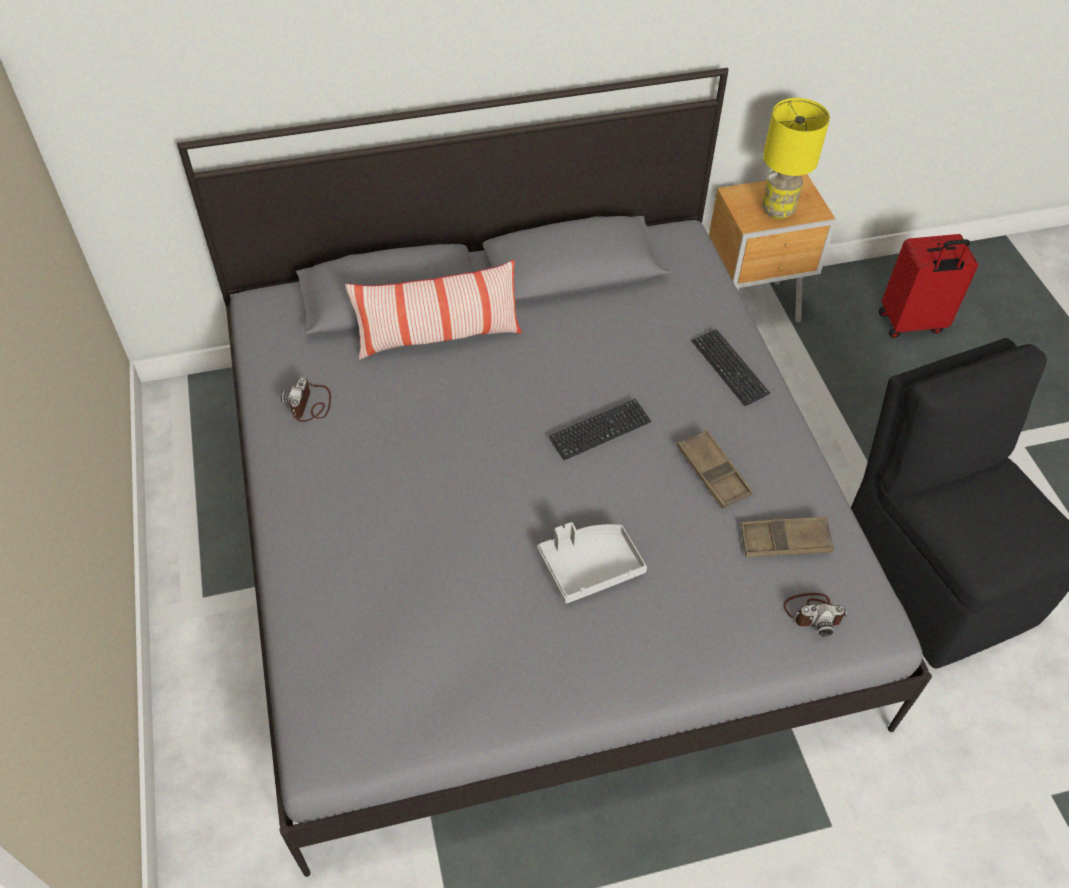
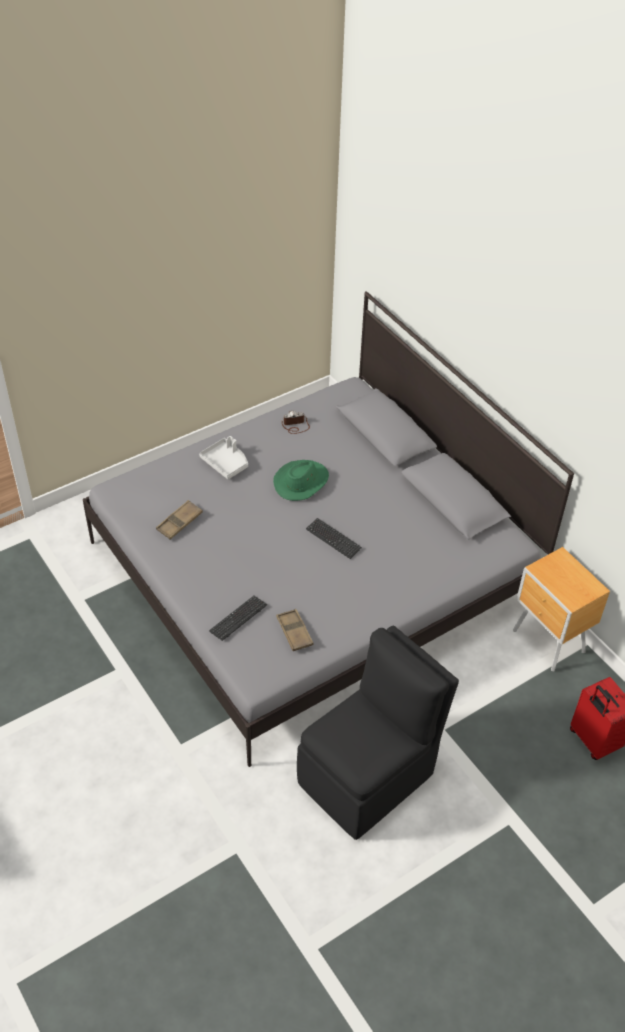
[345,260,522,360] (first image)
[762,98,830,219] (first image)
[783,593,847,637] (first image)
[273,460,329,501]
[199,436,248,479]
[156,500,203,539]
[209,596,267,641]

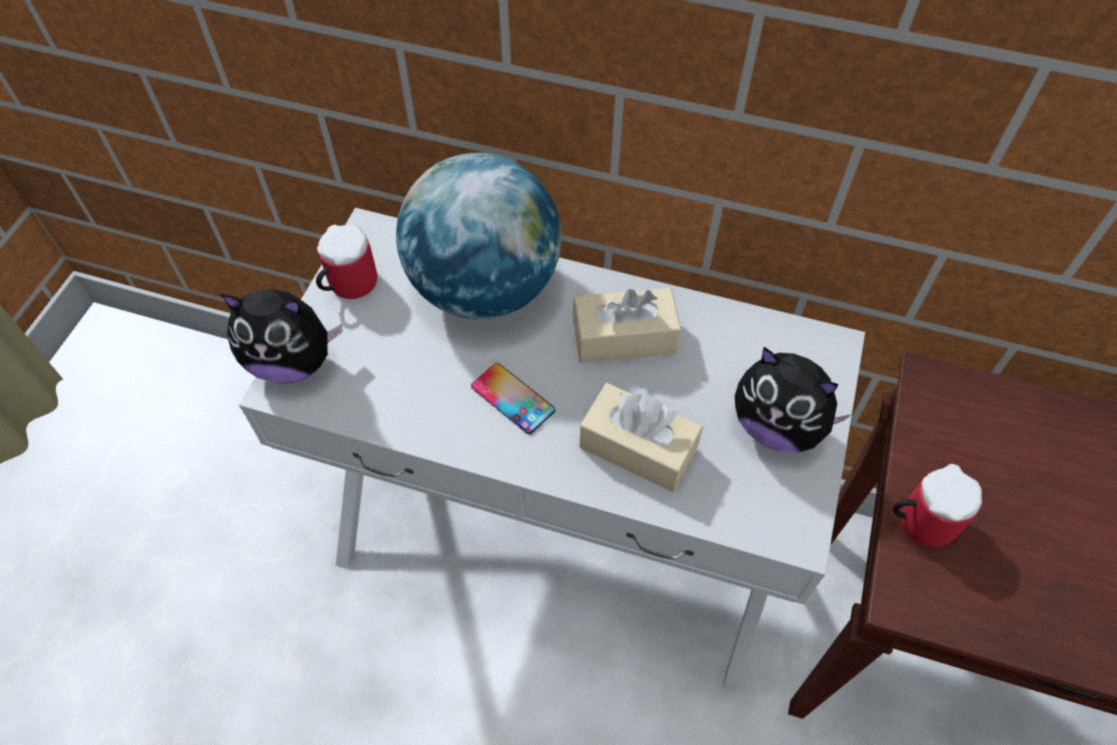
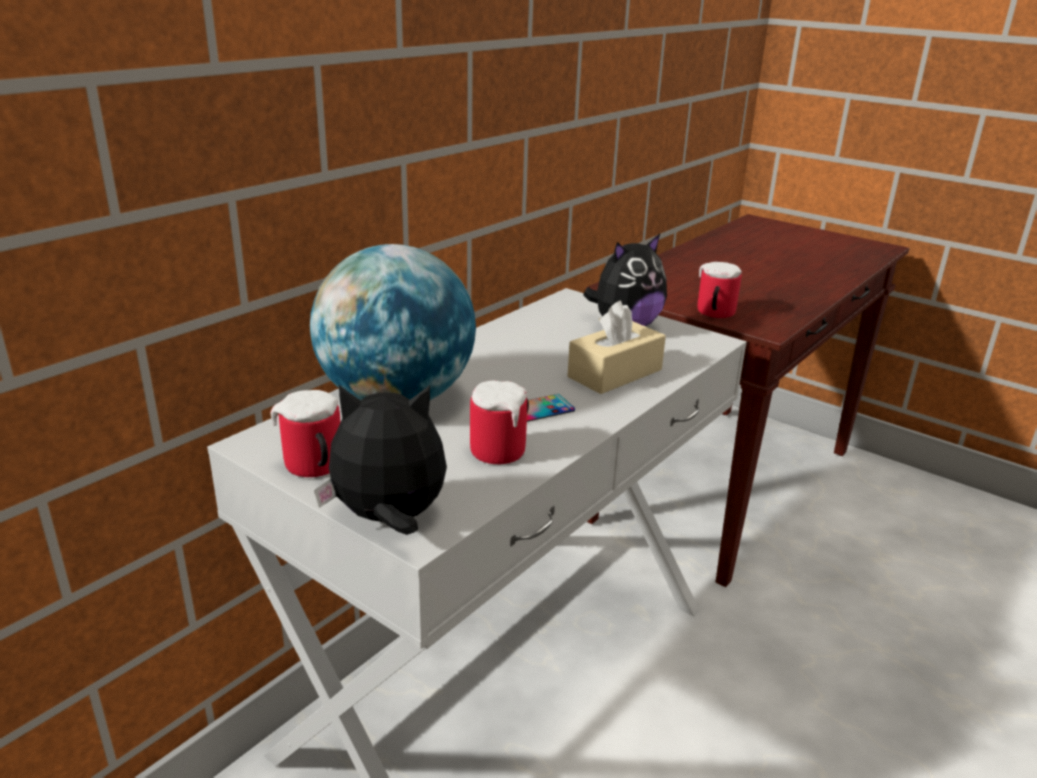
[573,288,681,363] (first image)
[470,380,529,464]
[314,385,447,535]

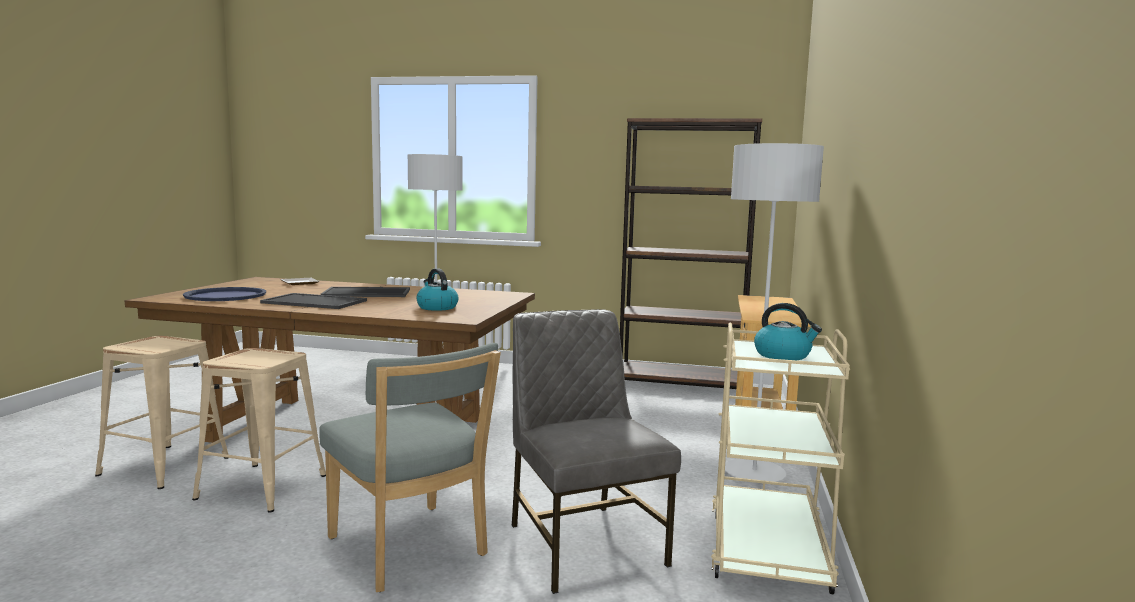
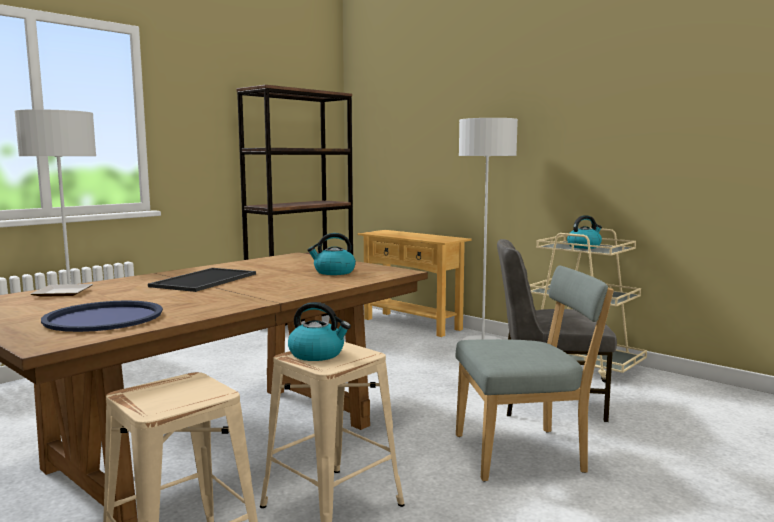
[260,293,367,309] (first image)
[288,302,351,361]

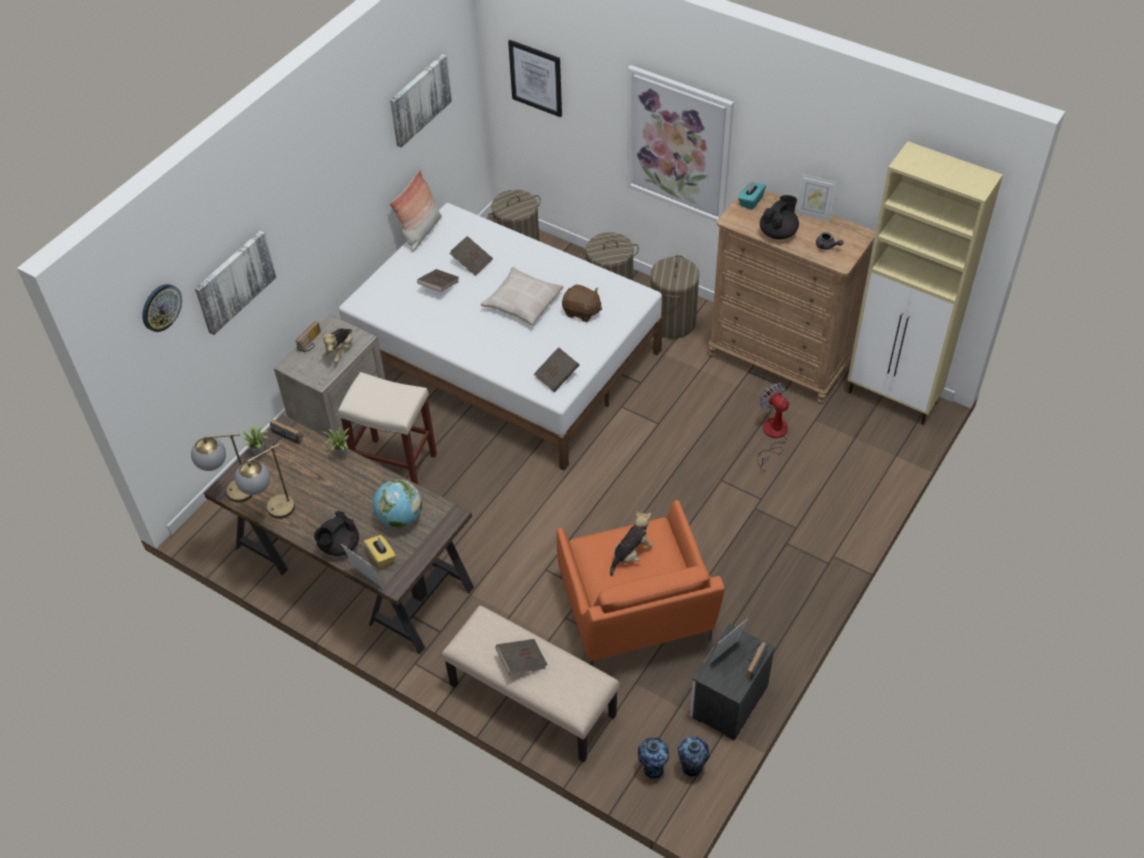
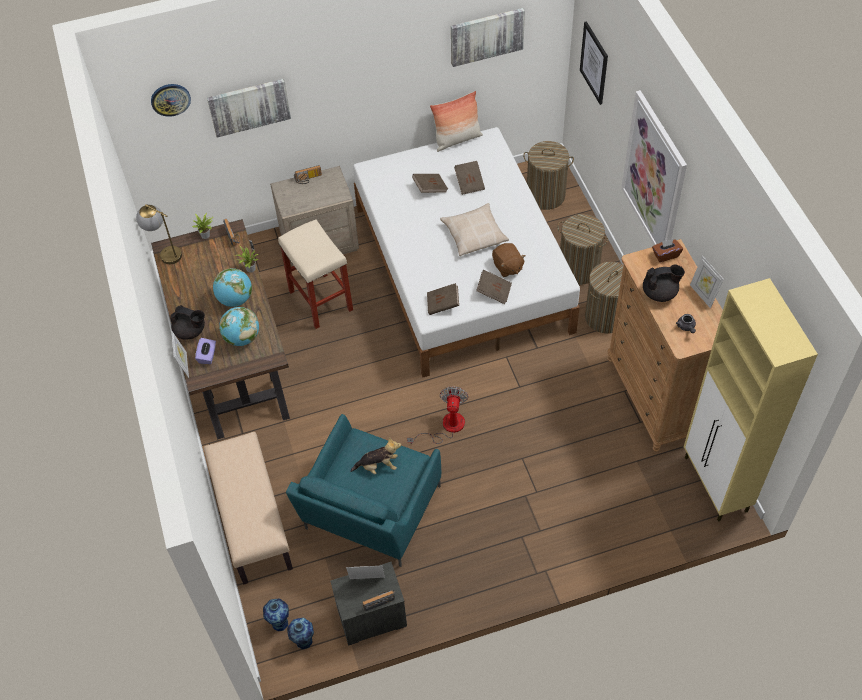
[235,443,295,519] (first image)
[322,328,353,363] (first image)
[213,268,252,307]
[476,270,512,304]
[407,386,468,444]
[195,338,216,364]
[286,414,441,567]
[652,239,683,262]
[170,305,205,340]

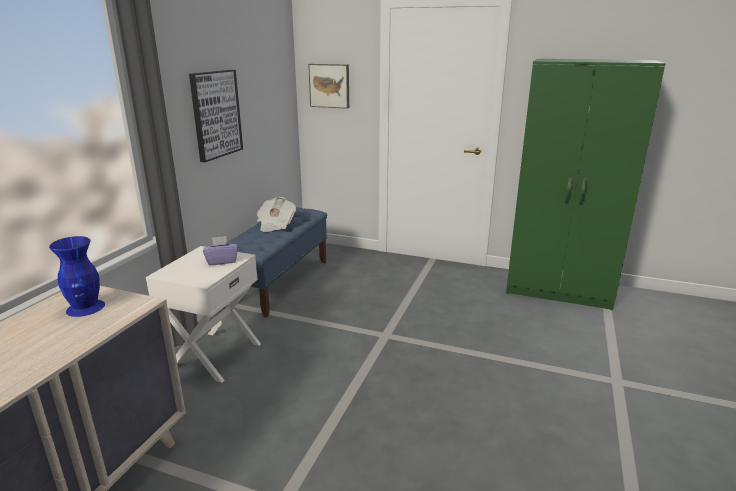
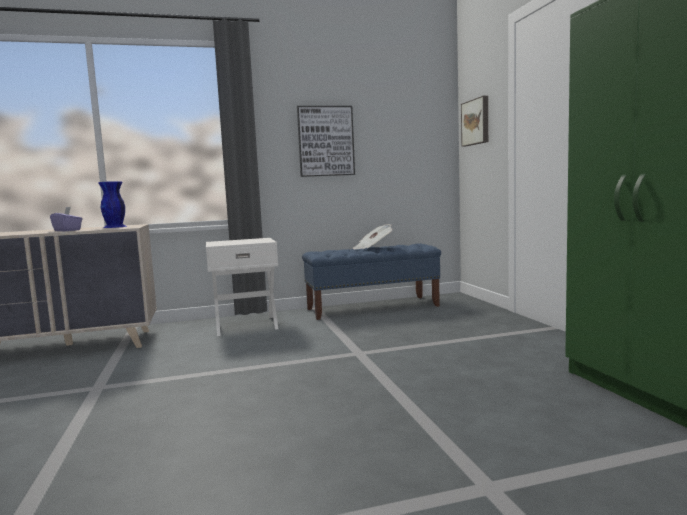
[50,207,83,231]

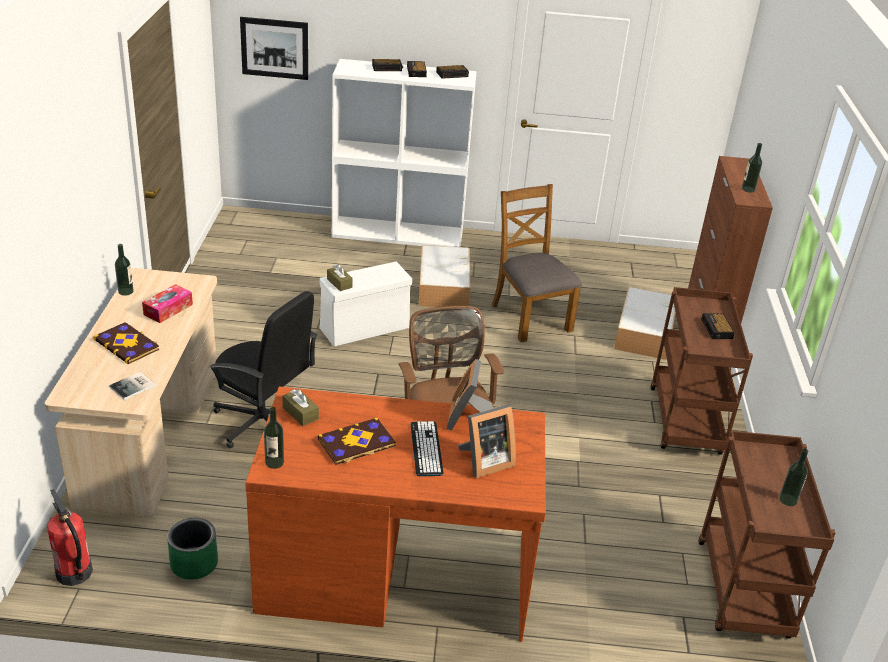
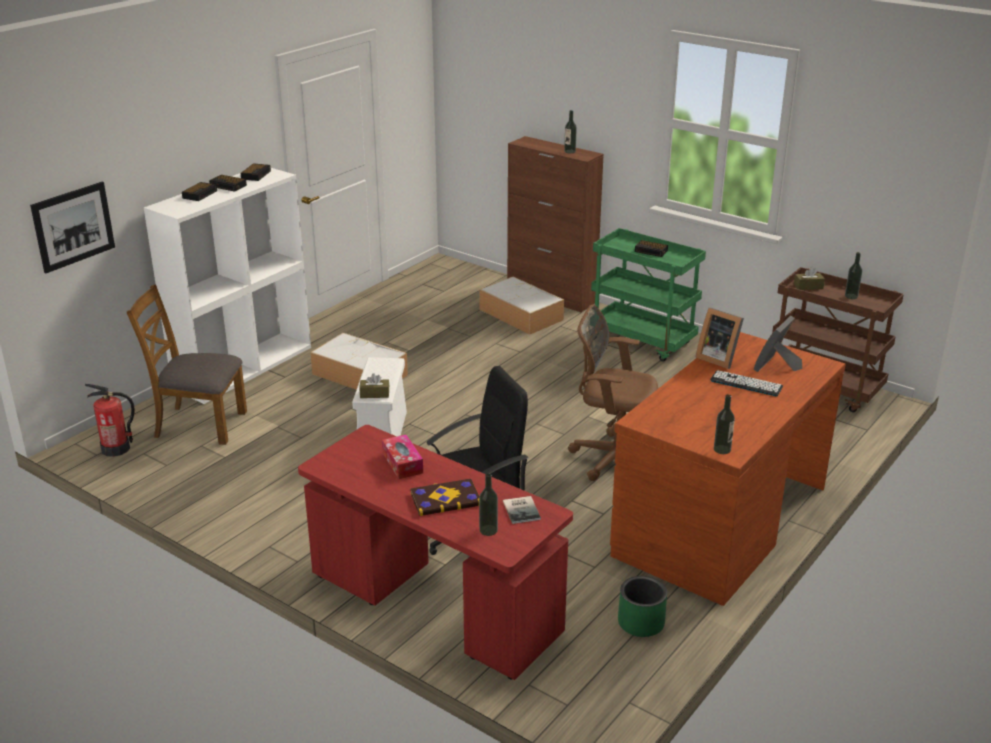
[318,417,396,465] (first image)
[85,384,135,457]
[479,473,498,536]
[794,267,825,290]
[126,284,247,445]
[298,425,573,680]
[591,228,706,362]
[754,316,802,372]

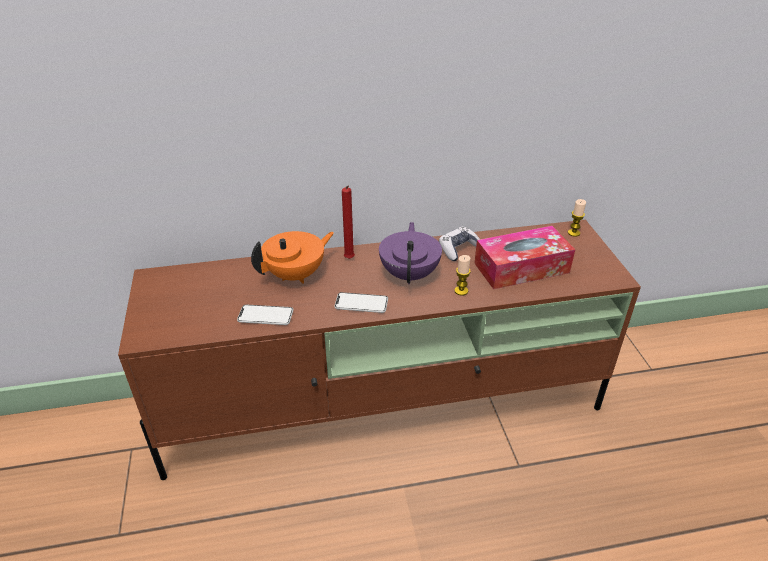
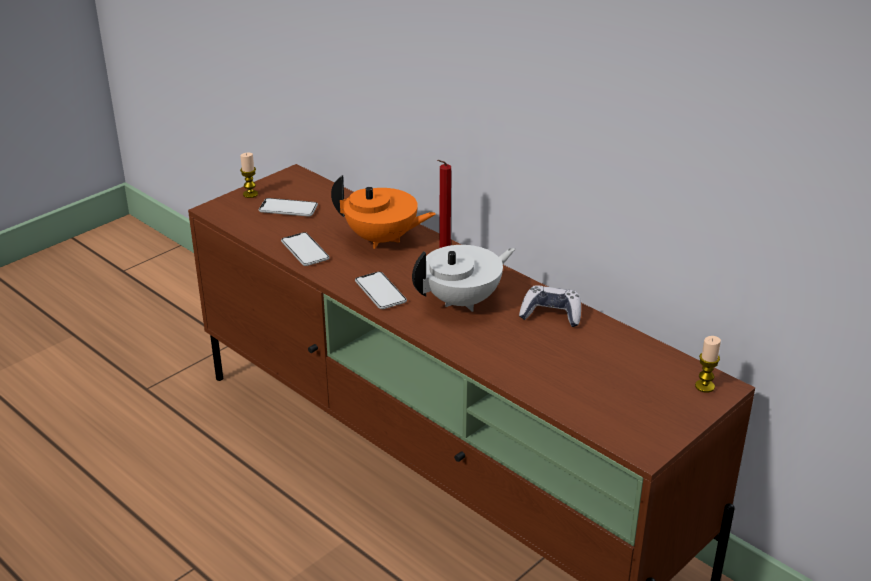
[474,226,575,289] (first image)
[259,198,318,217]
[240,153,258,198]
[412,245,515,312]

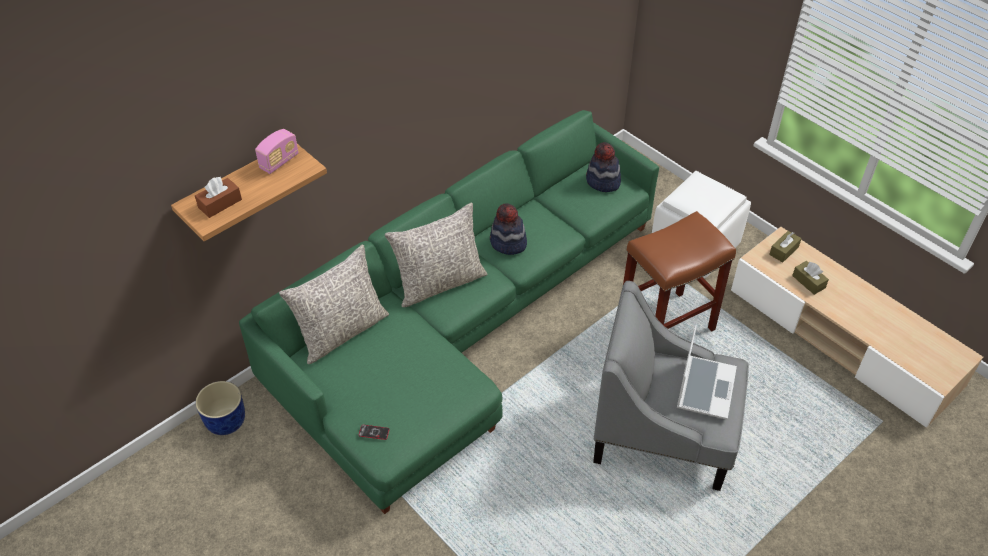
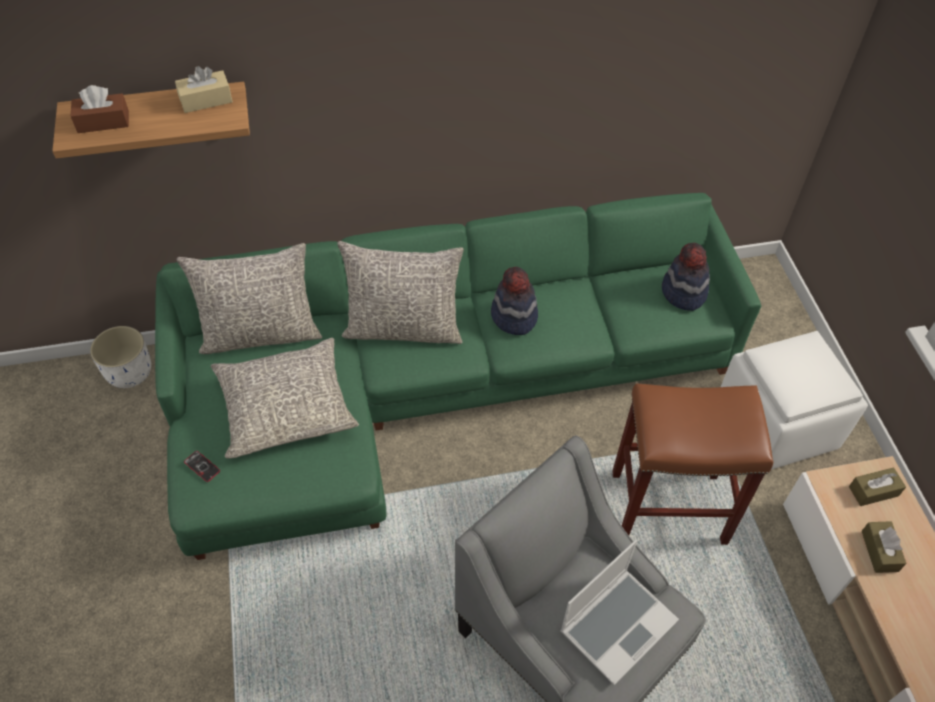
[211,338,359,459]
[175,66,233,113]
[90,326,151,388]

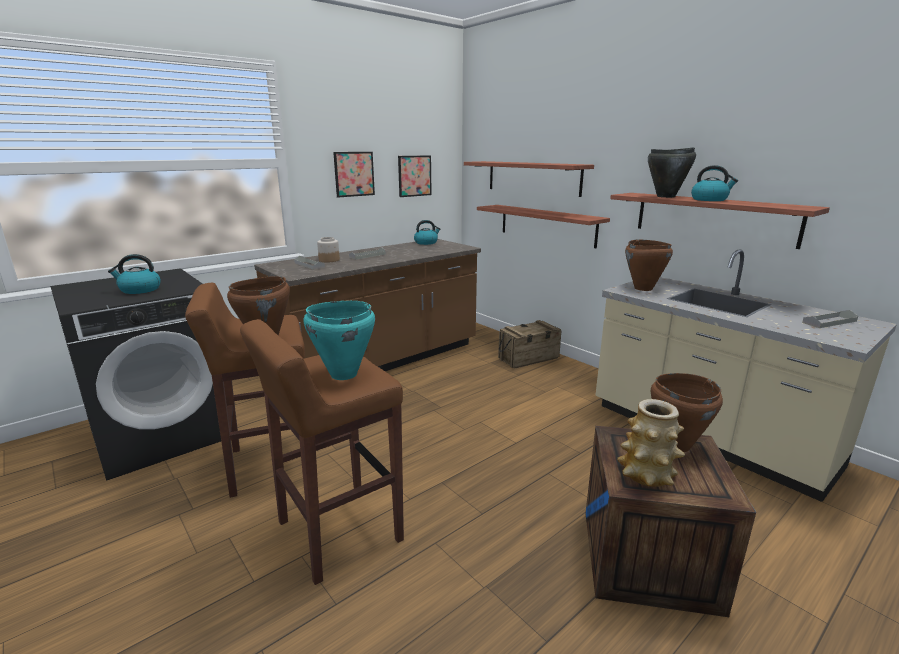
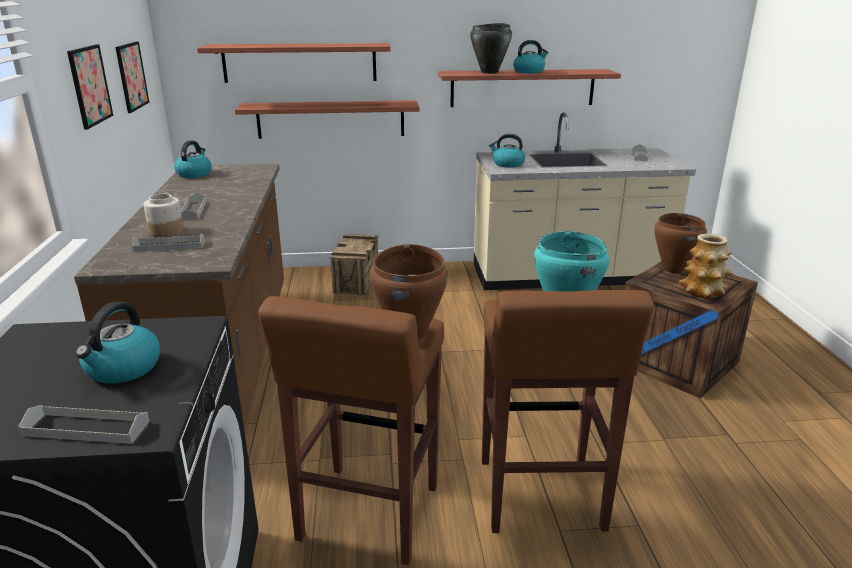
[18,405,150,444]
[489,134,525,168]

